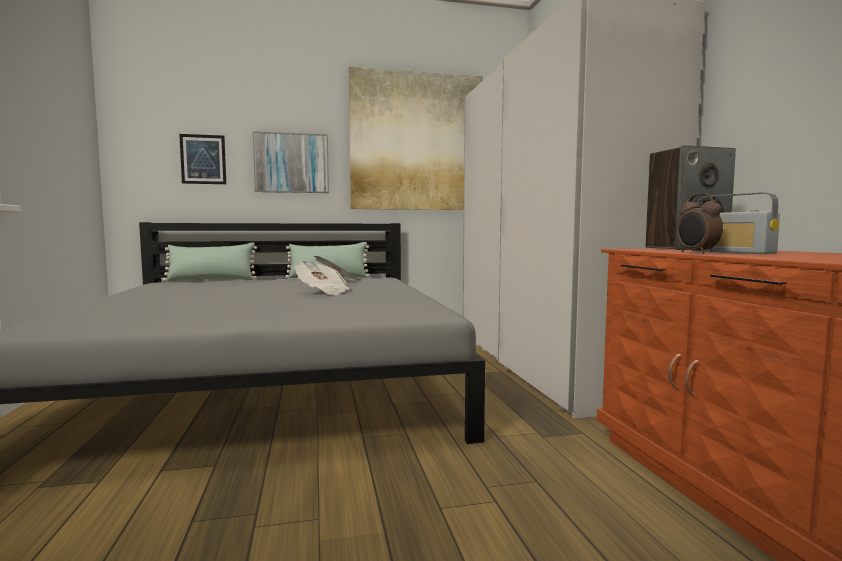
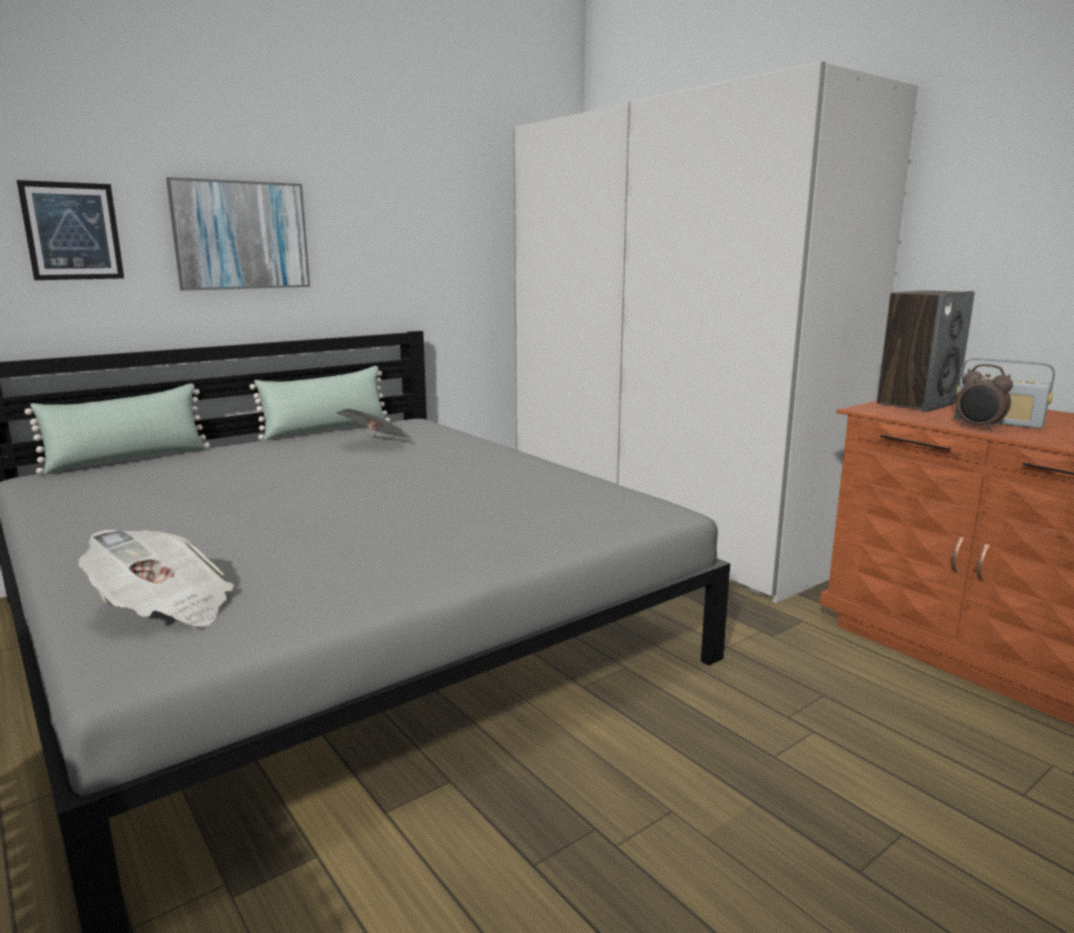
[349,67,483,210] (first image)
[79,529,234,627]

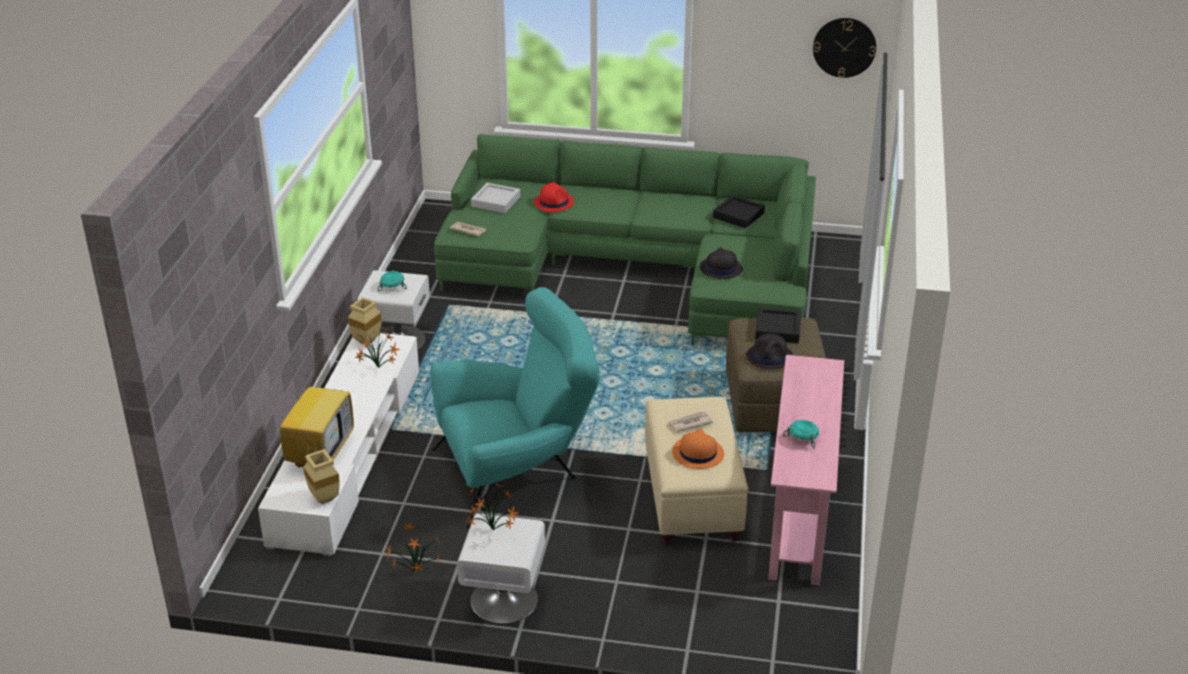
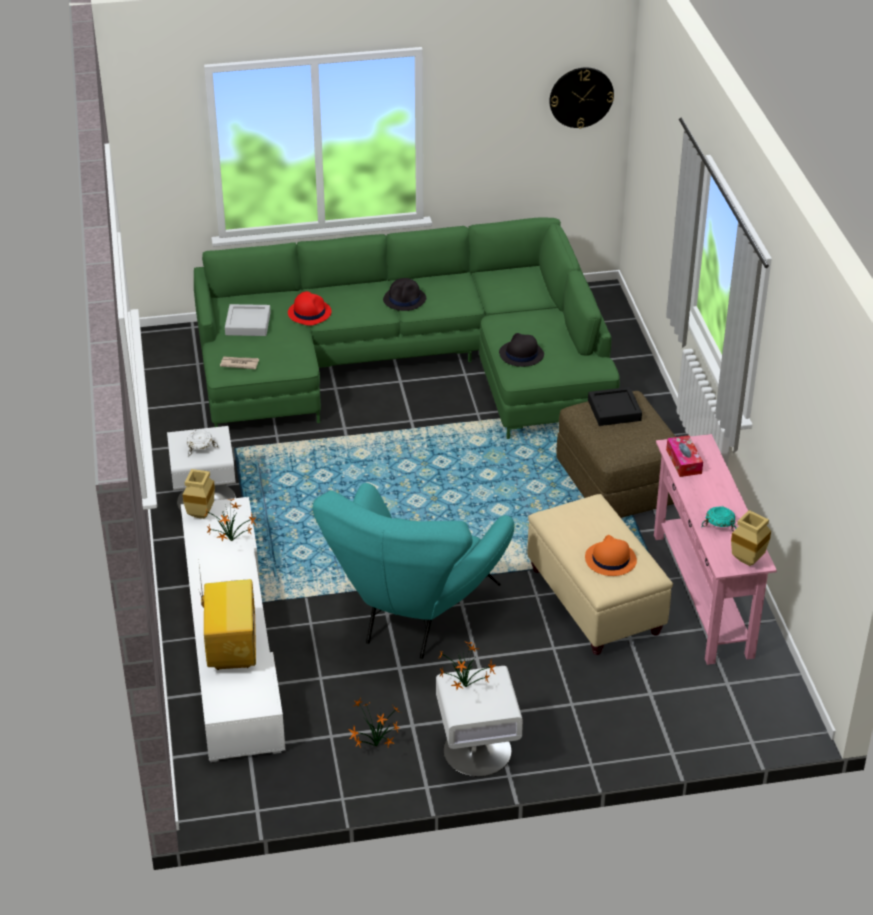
[668,411,713,432] (first image)
[713,195,765,228] (first image)
[666,435,703,477]
[731,510,771,566]
[383,278,426,311]
[187,430,219,457]
[313,483,514,659]

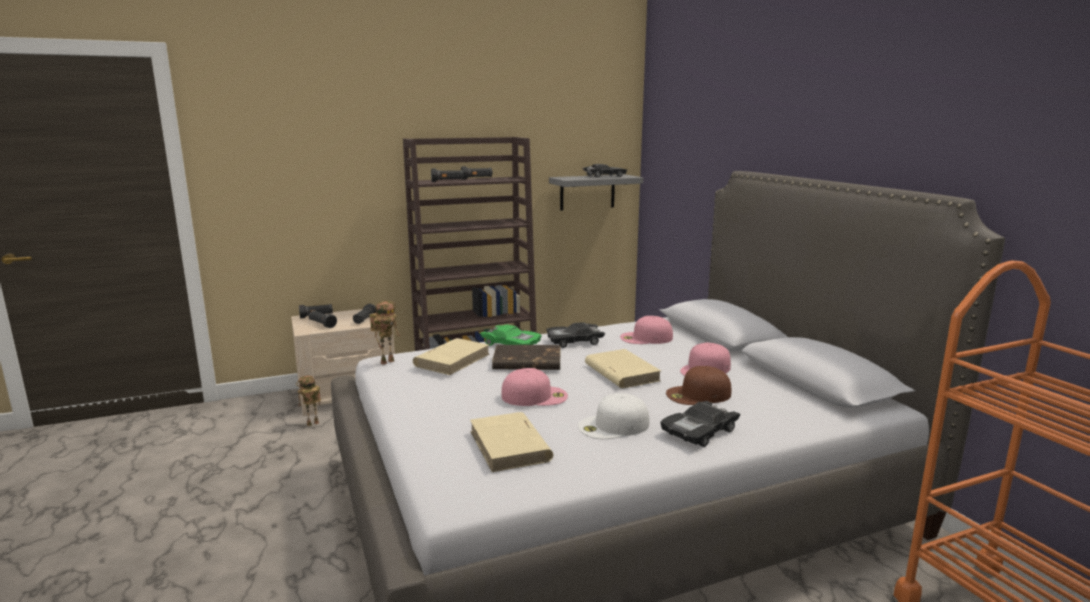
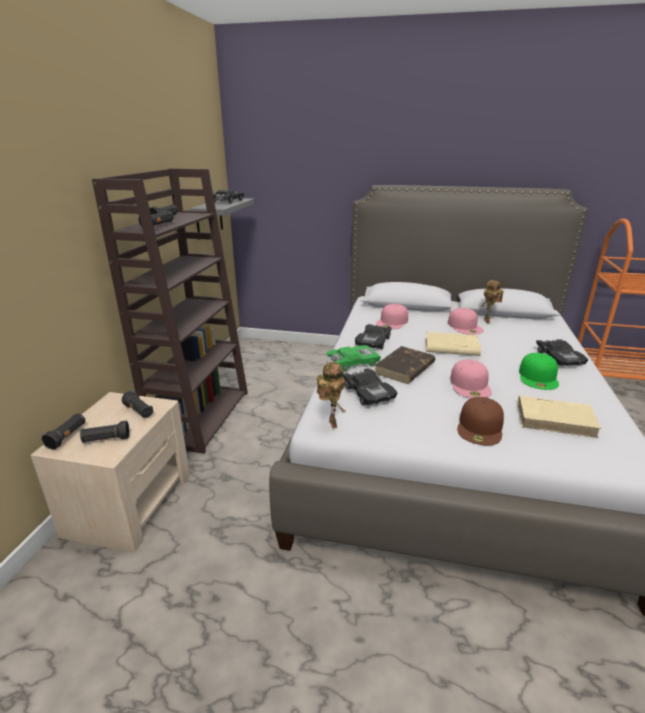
[481,280,504,323]
[457,397,504,446]
[343,368,397,405]
[519,353,559,390]
[450,360,492,398]

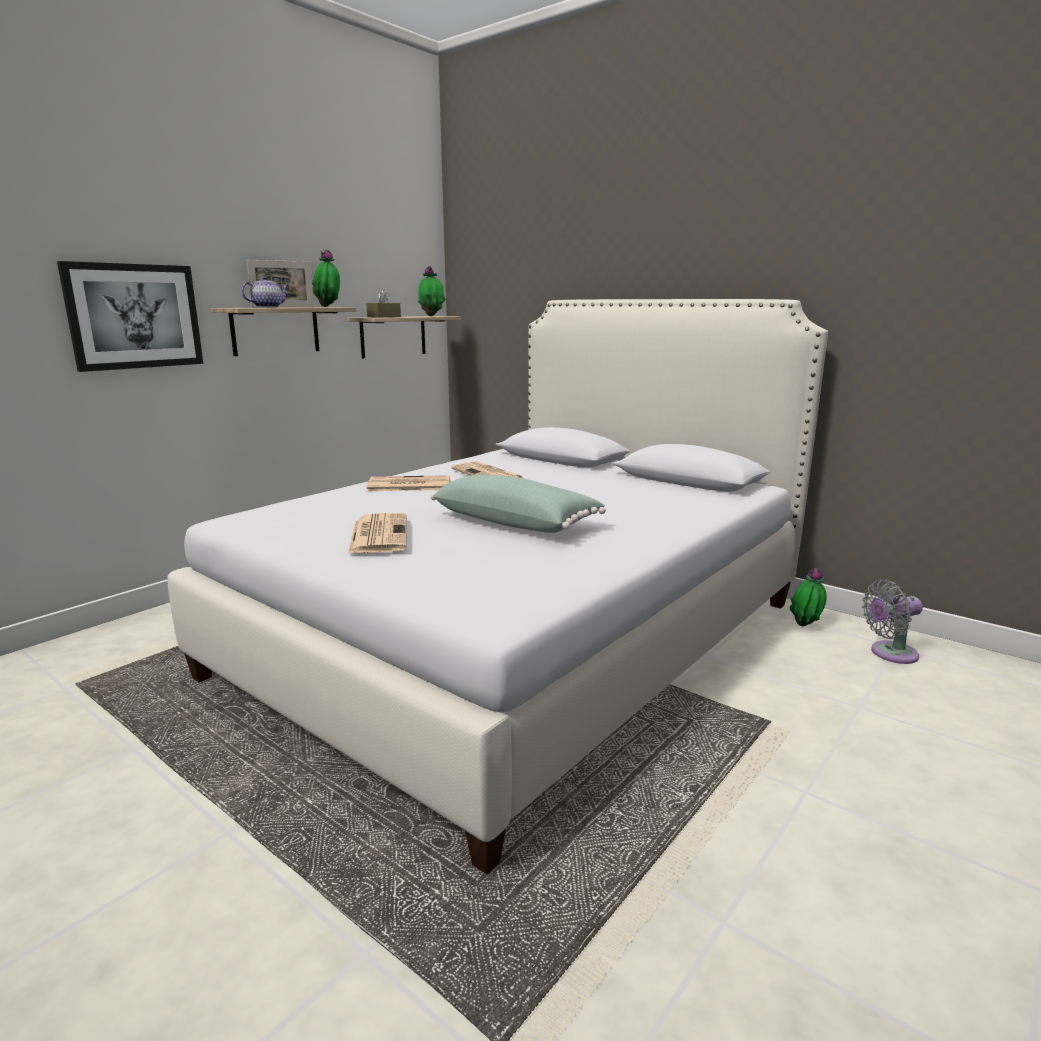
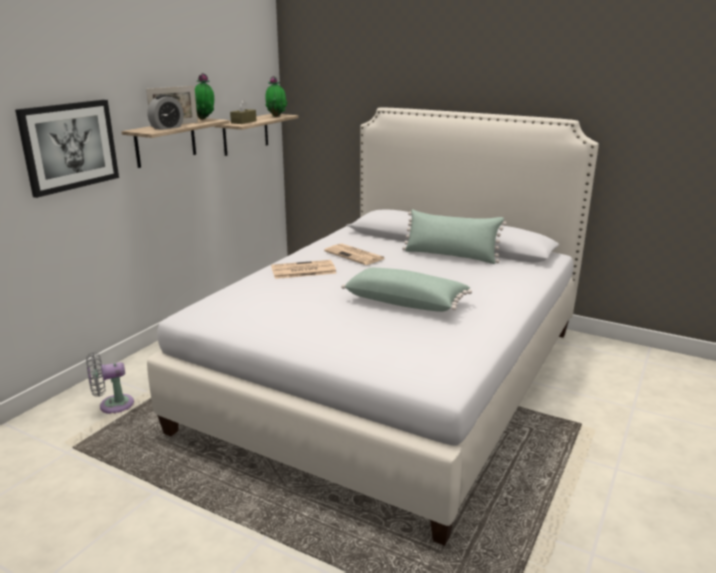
[348,513,407,553] (first image)
[790,568,827,626] (first image)
[402,209,507,264]
[86,352,134,414]
[147,95,184,130]

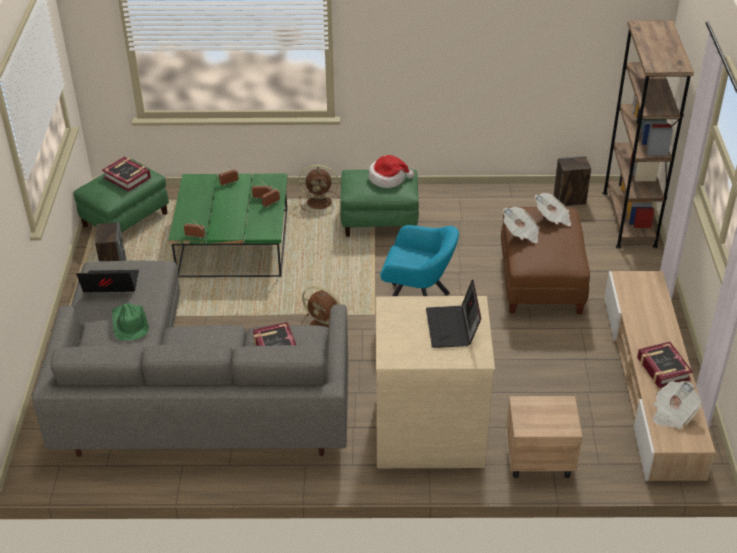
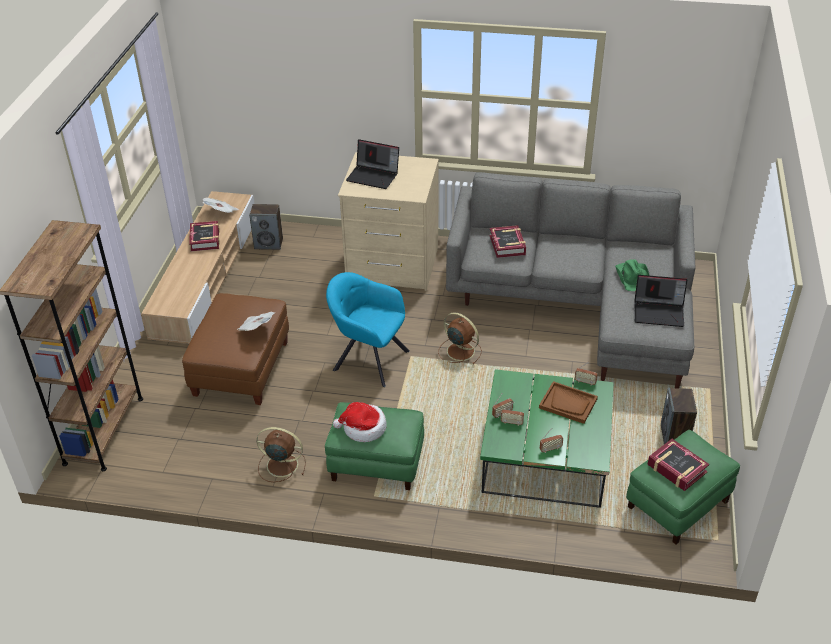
[506,396,582,478] (first image)
[535,193,571,226] (first image)
[539,381,598,424]
[256,427,306,482]
[249,204,283,250]
[346,139,399,189]

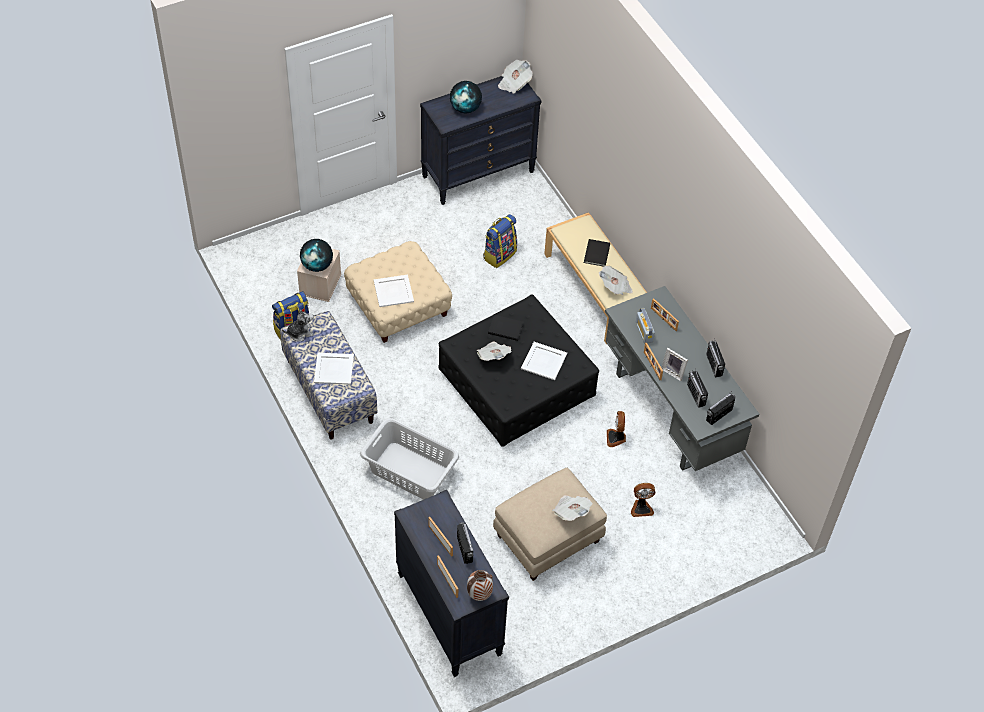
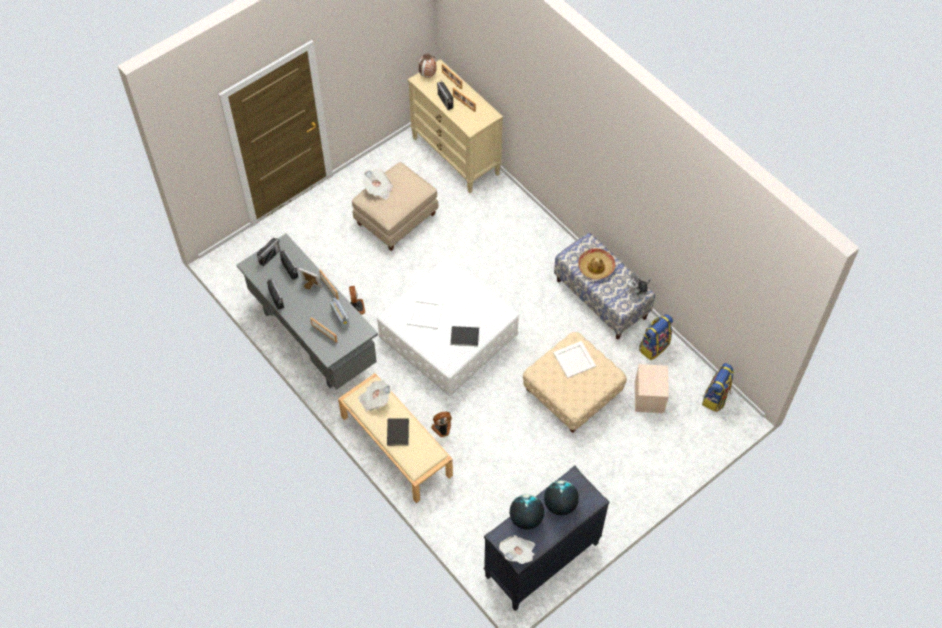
[360,418,459,499] (first image)
[477,341,512,361] (first image)
[509,494,544,530]
[702,363,734,412]
[431,412,452,437]
[578,248,615,279]
[408,59,503,193]
[377,257,519,396]

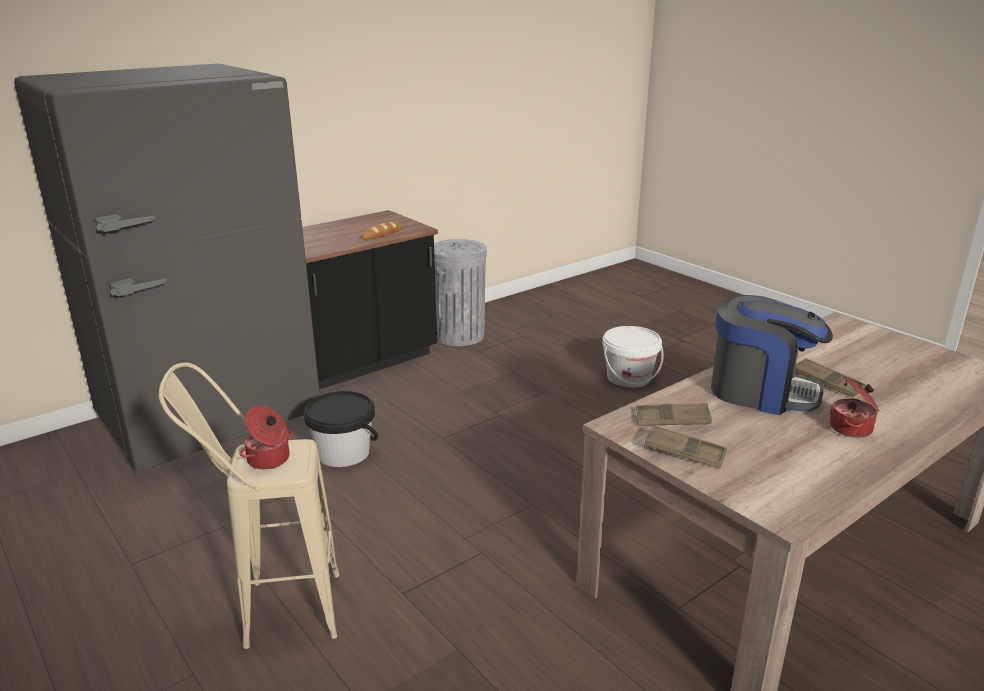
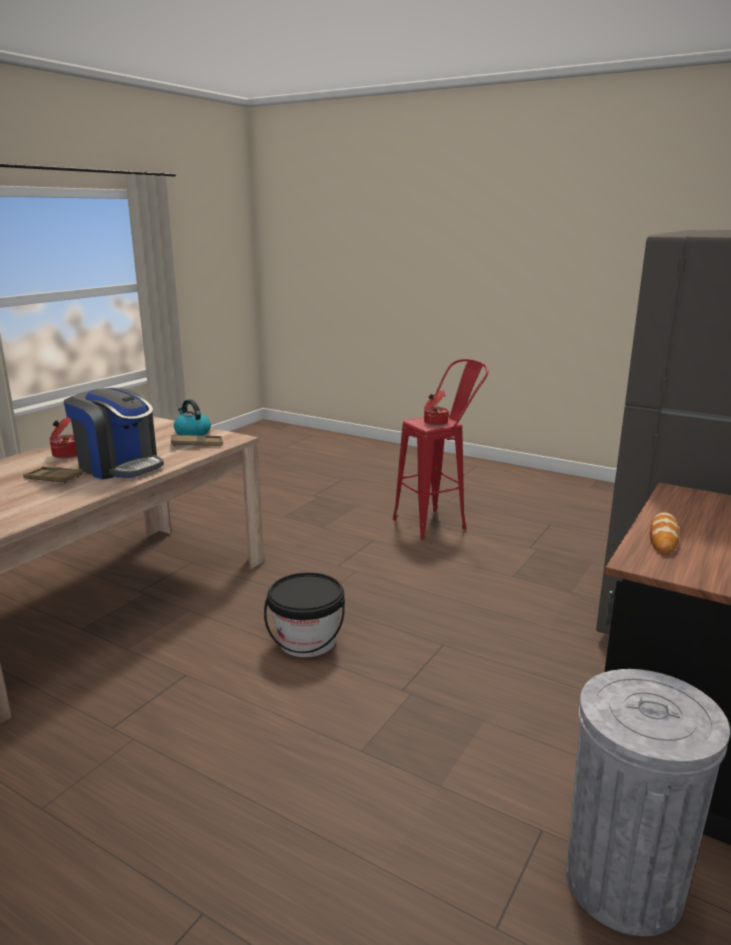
[603,326,664,388] (first image)
[264,572,345,657]
[174,399,211,436]
[393,359,489,540]
[64,388,164,480]

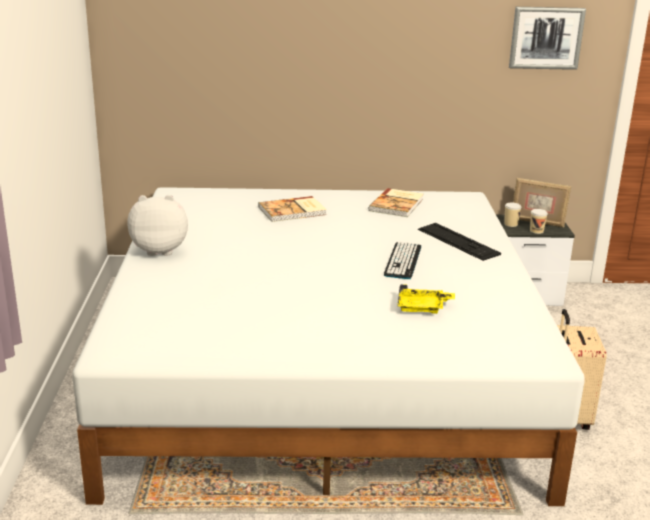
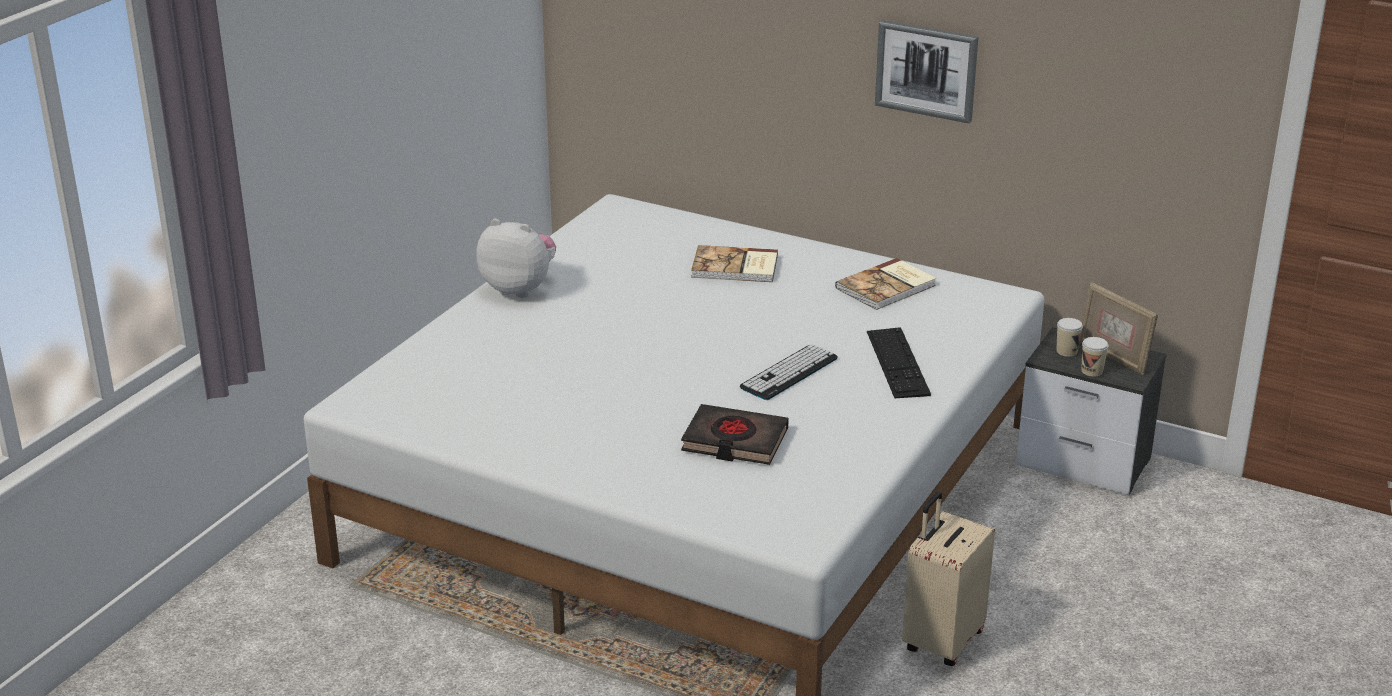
[875,20,978,123]
[681,404,789,465]

